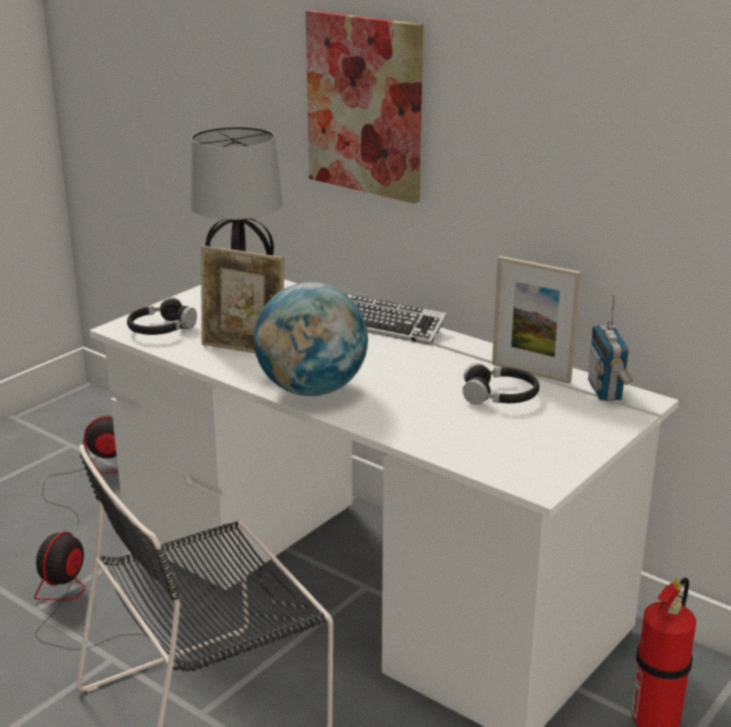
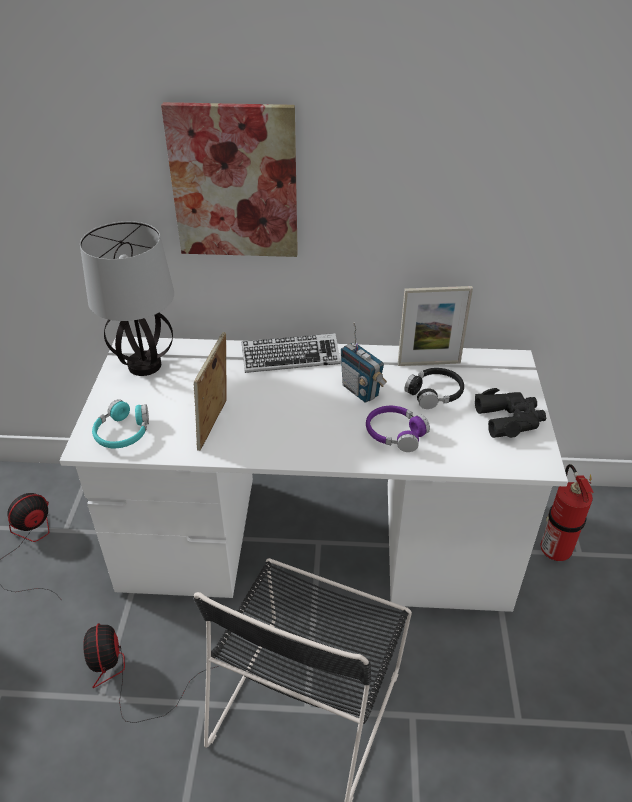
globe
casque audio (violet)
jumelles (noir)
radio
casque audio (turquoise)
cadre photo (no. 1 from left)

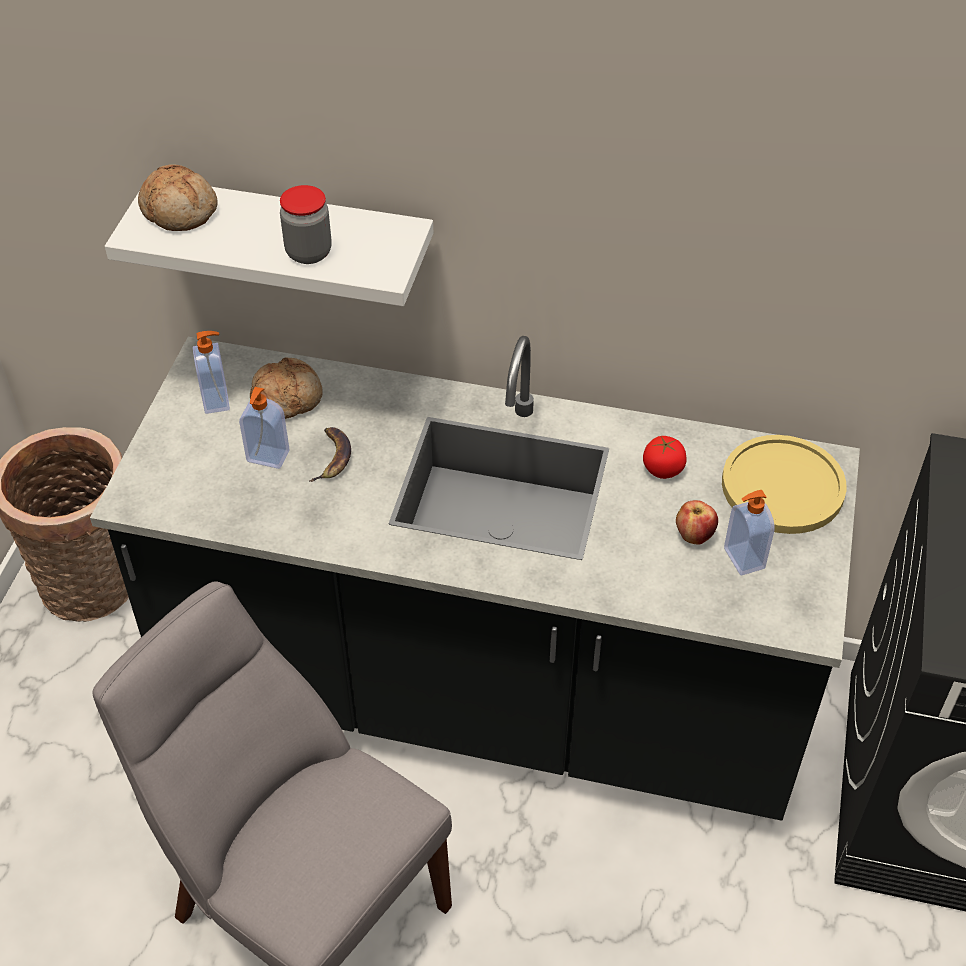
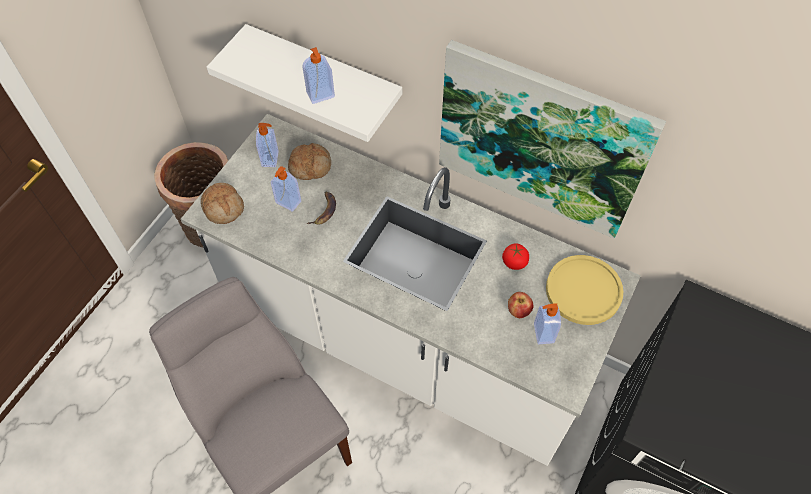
tableau
pain (no. 1 from left)
distributeur de savon (no. 3 from left)
comptoir de cuisine (blanc)

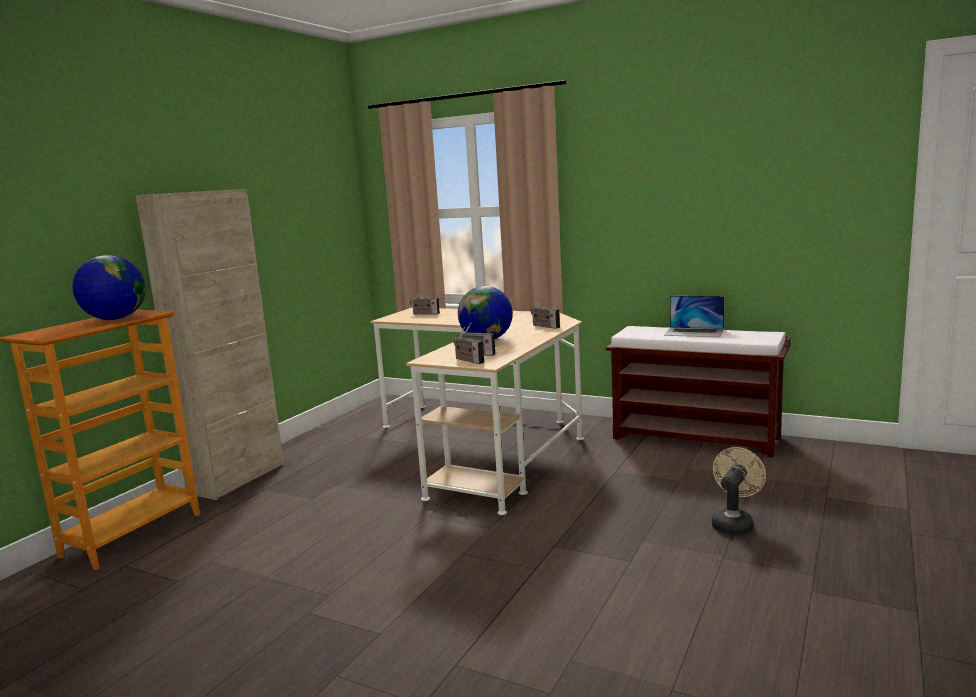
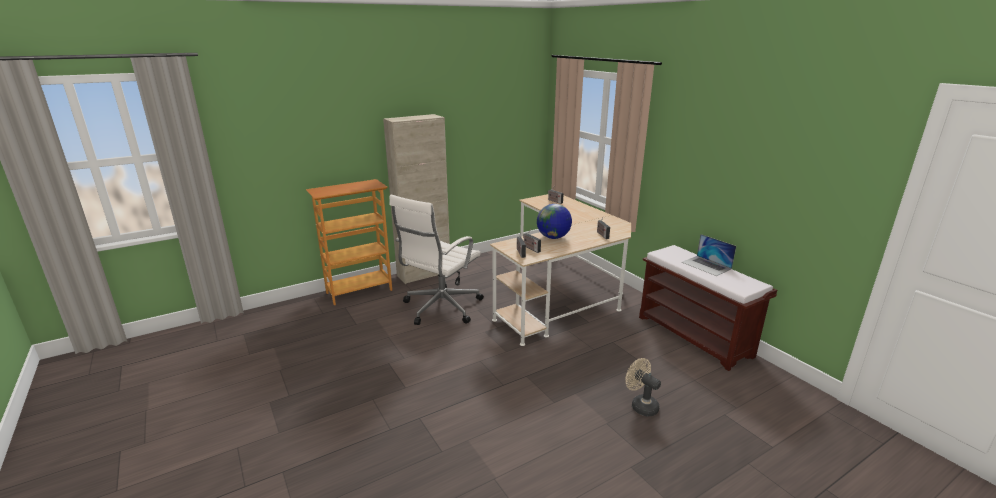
globe (no. 1 from left in the first image)
chaise de bureau (blanc)
ventilateur (beige)

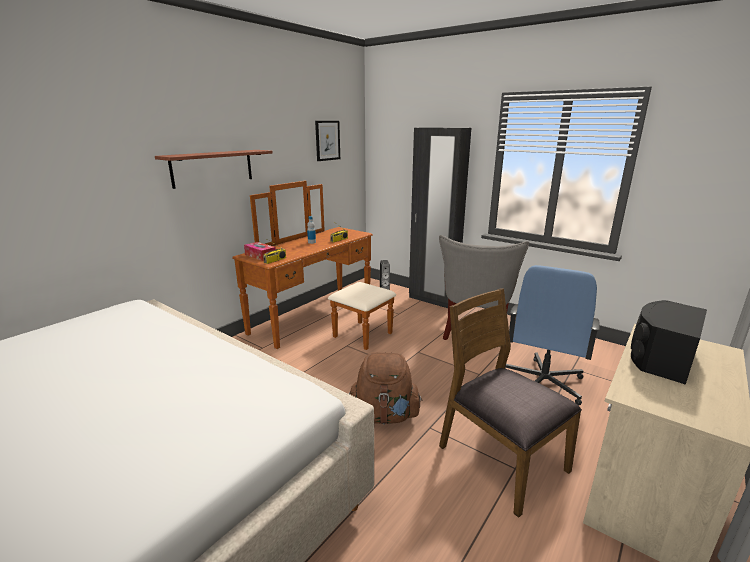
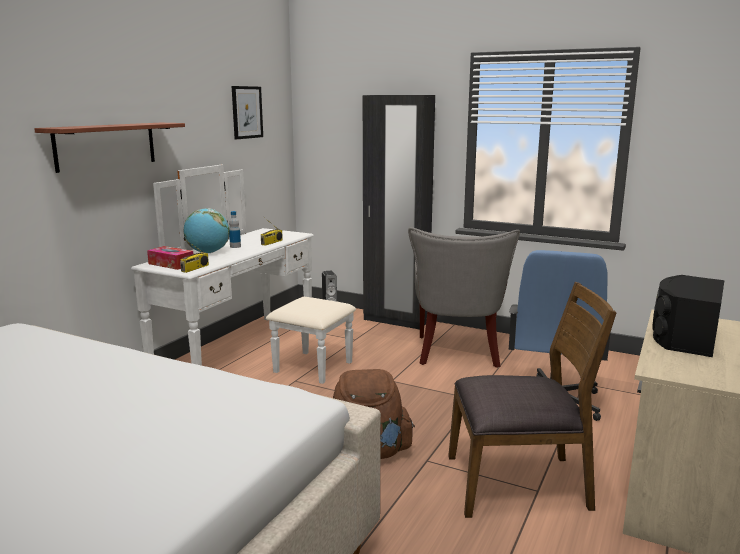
globe
commode (blanc)
chaise (marron)

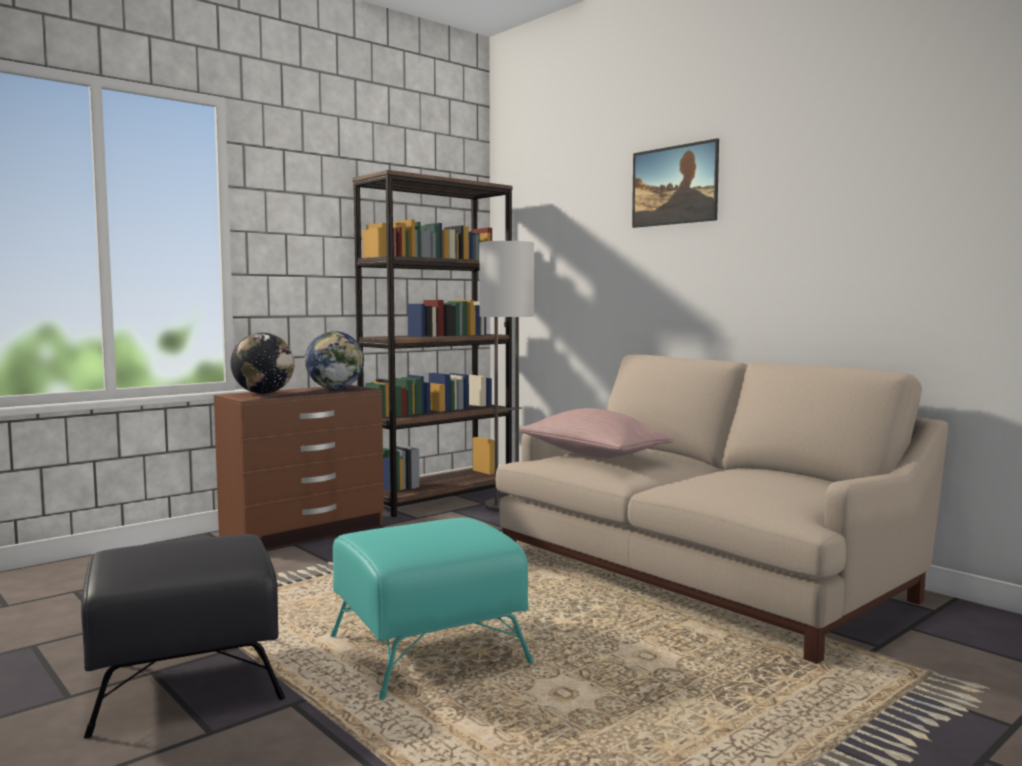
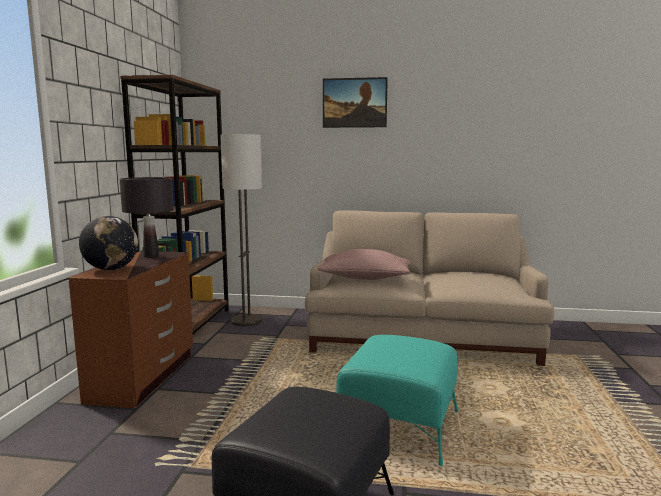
lampe de table (noir)

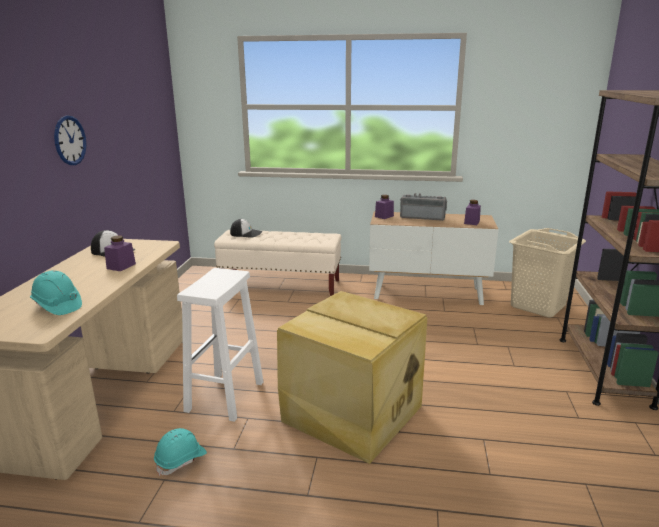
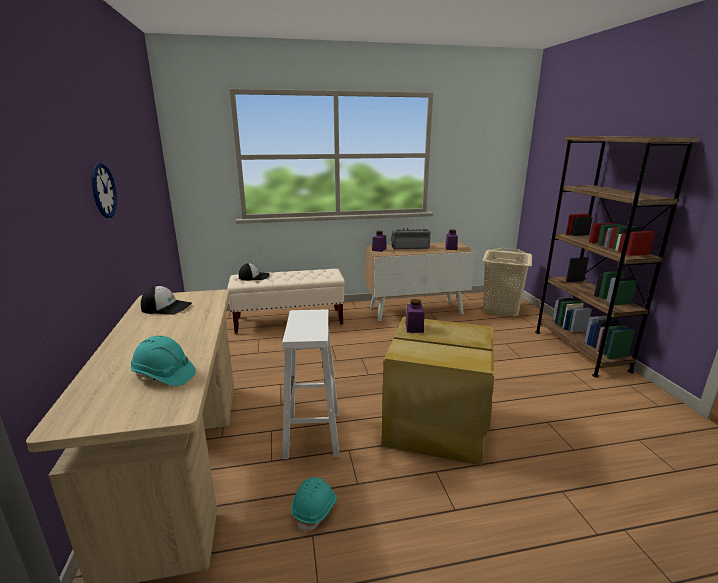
bocal (violet) (no. 2 from left)

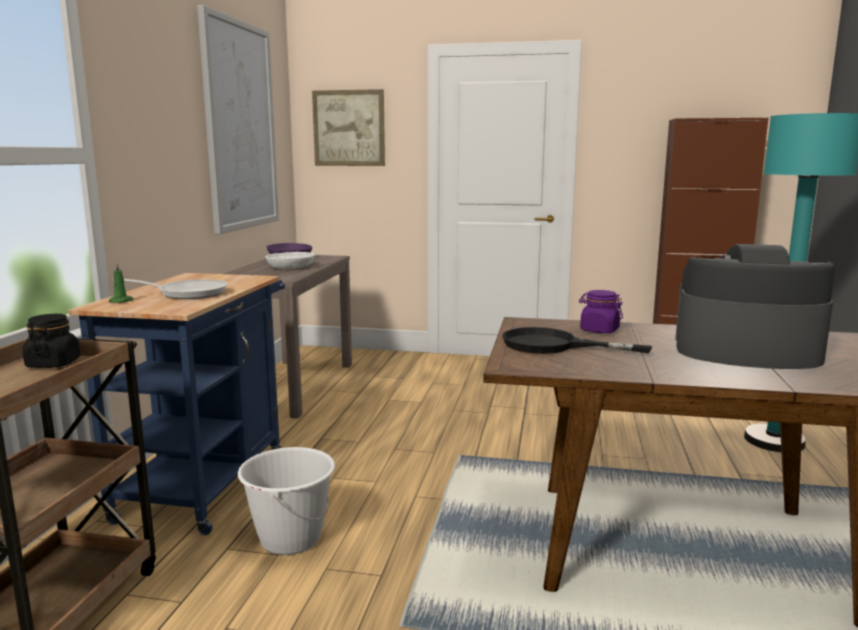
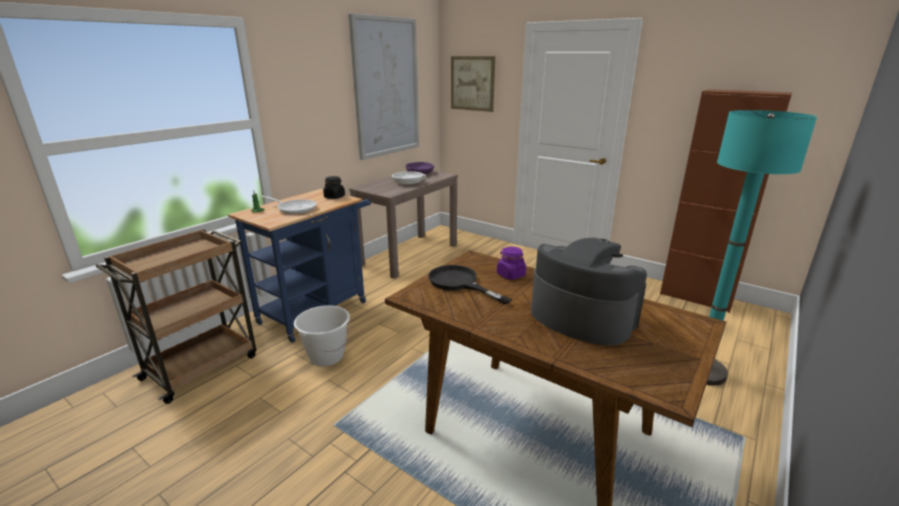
bocal (noir)

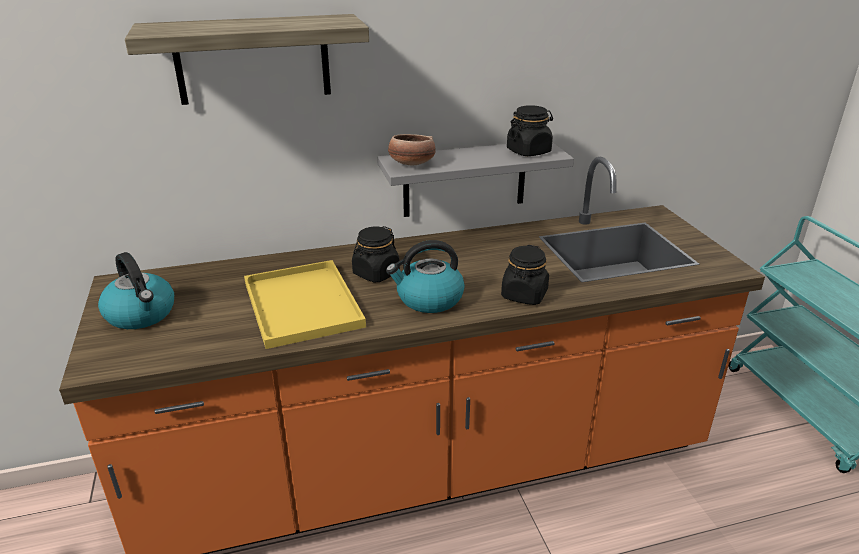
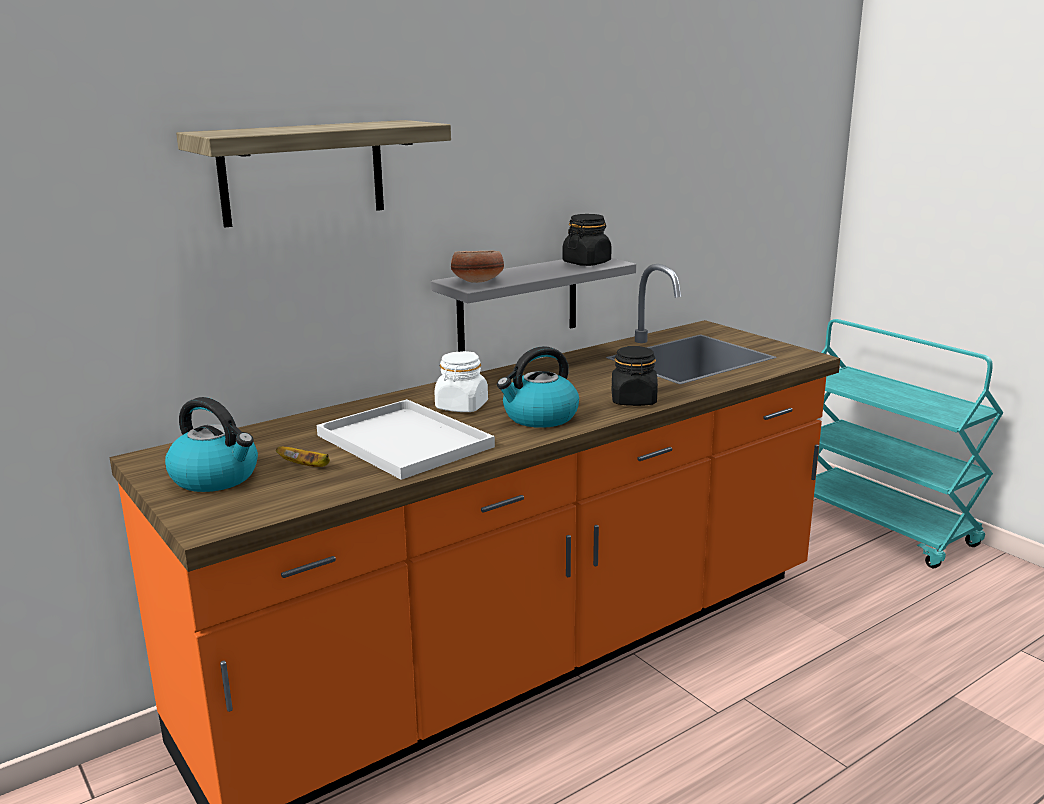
banane
plateau (blanc)
bocal (blanc)

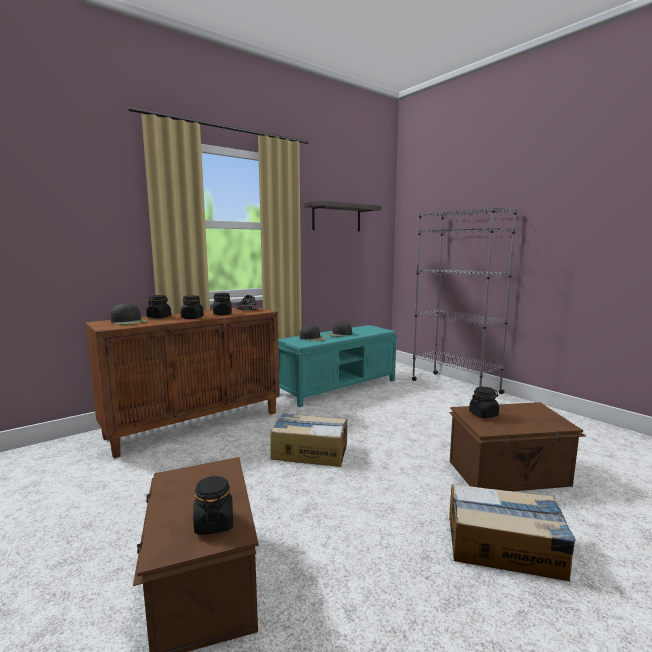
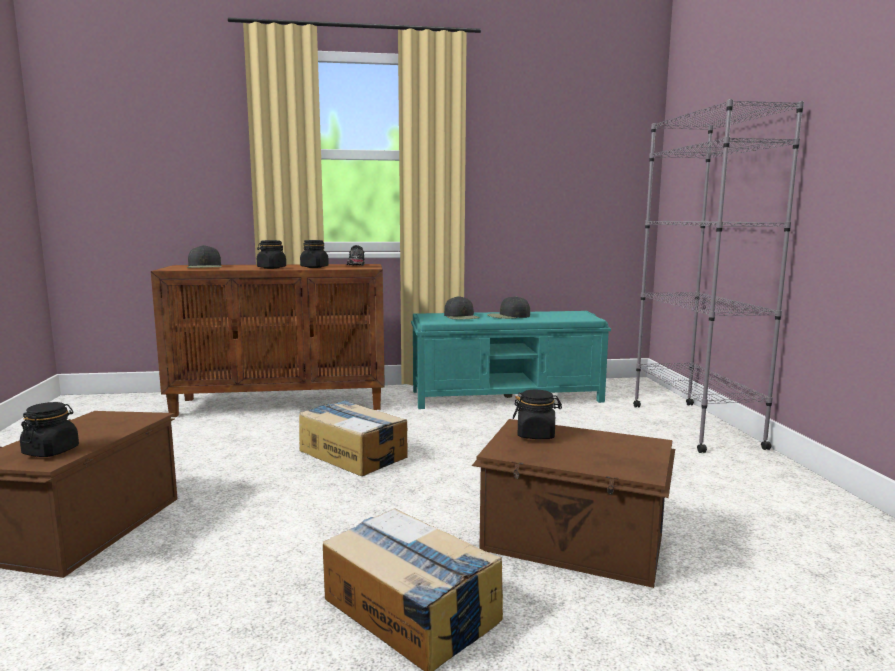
bocal (noir) (no. 1 from left in the first image)
étagère

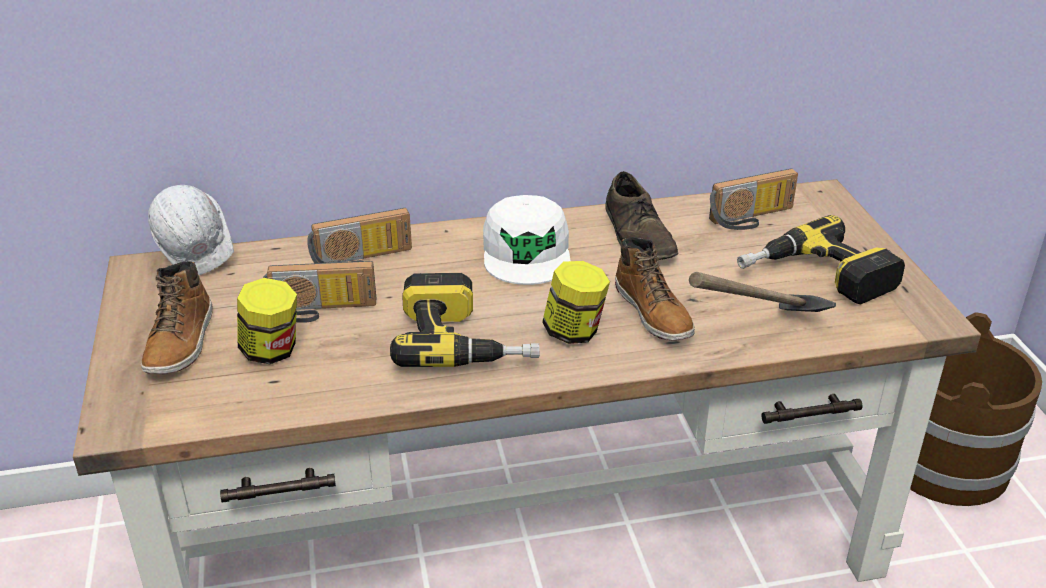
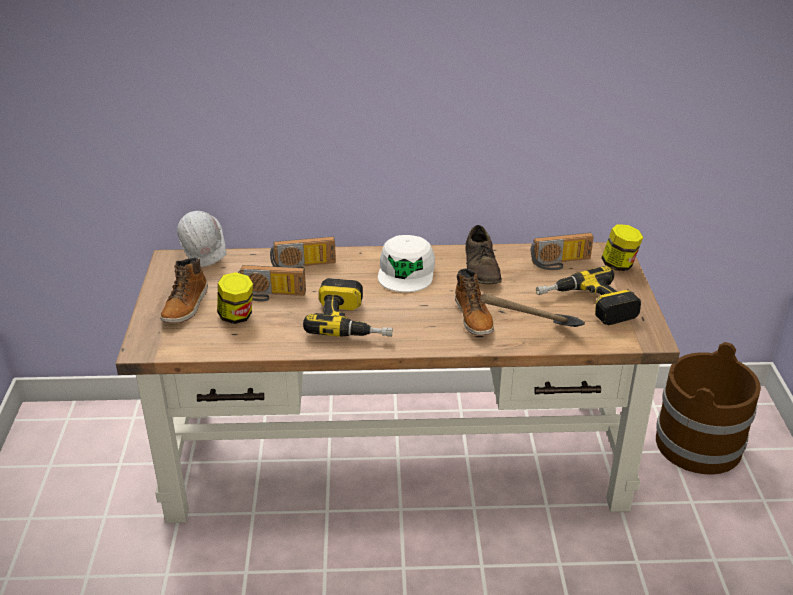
bocal (no. 2 from left)

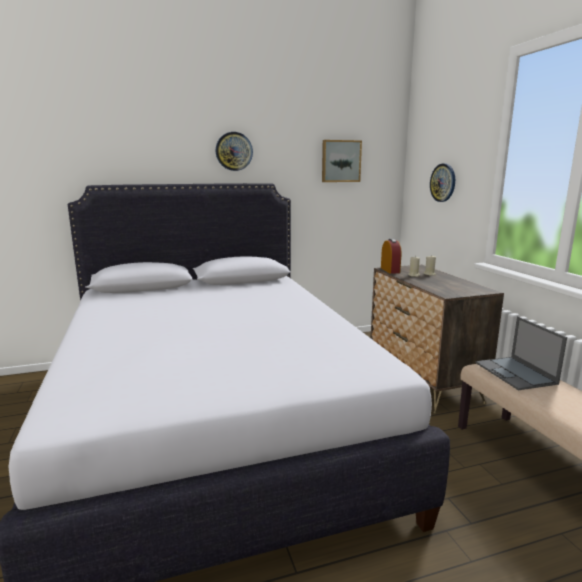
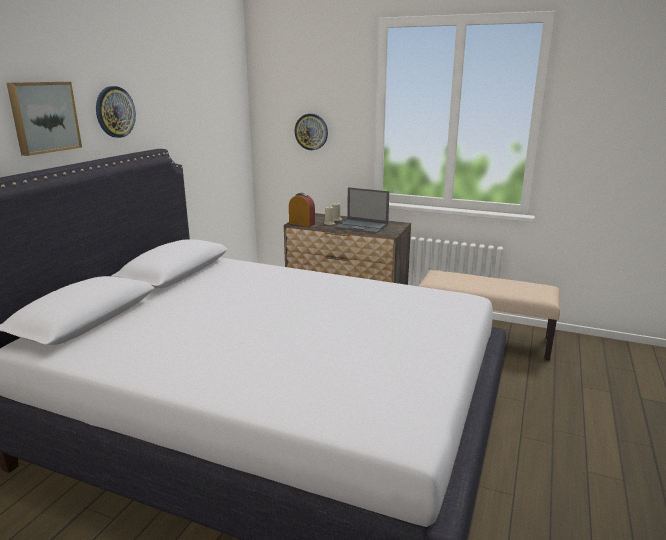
tableau
ordinateur portable

